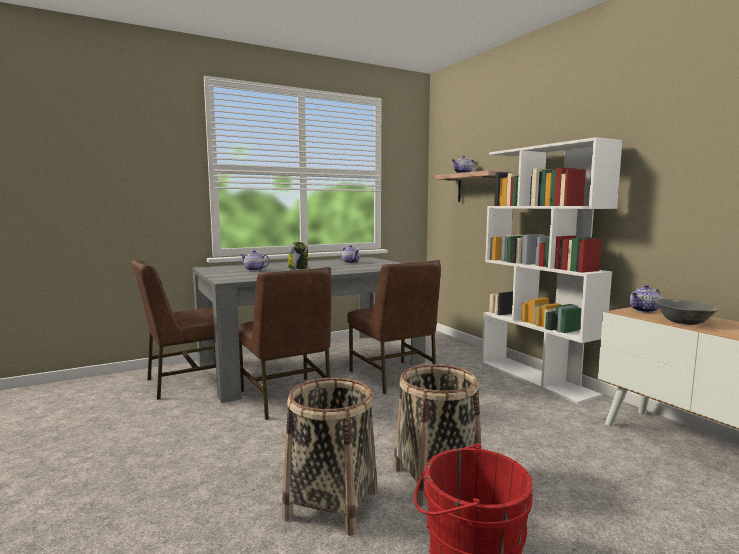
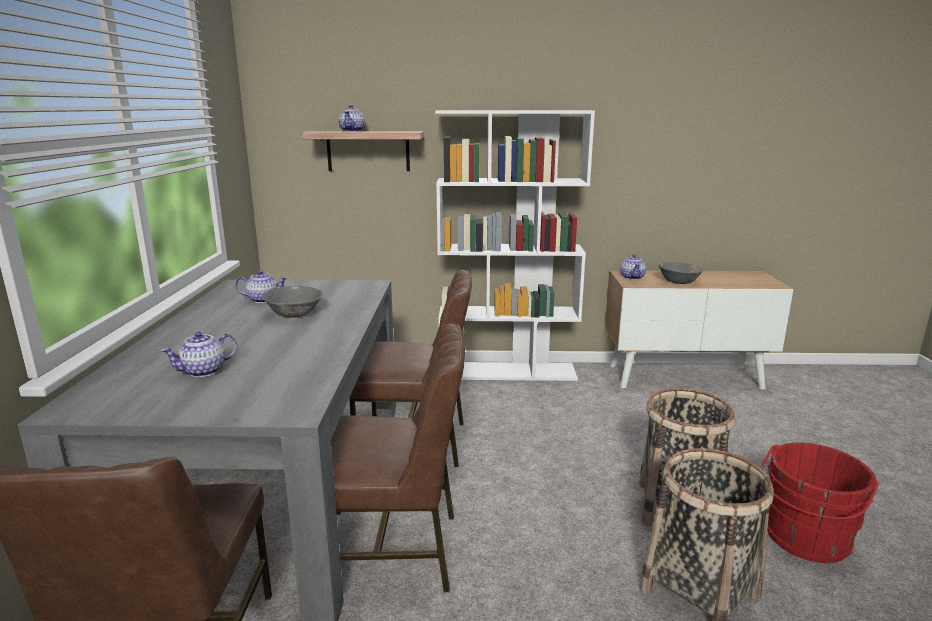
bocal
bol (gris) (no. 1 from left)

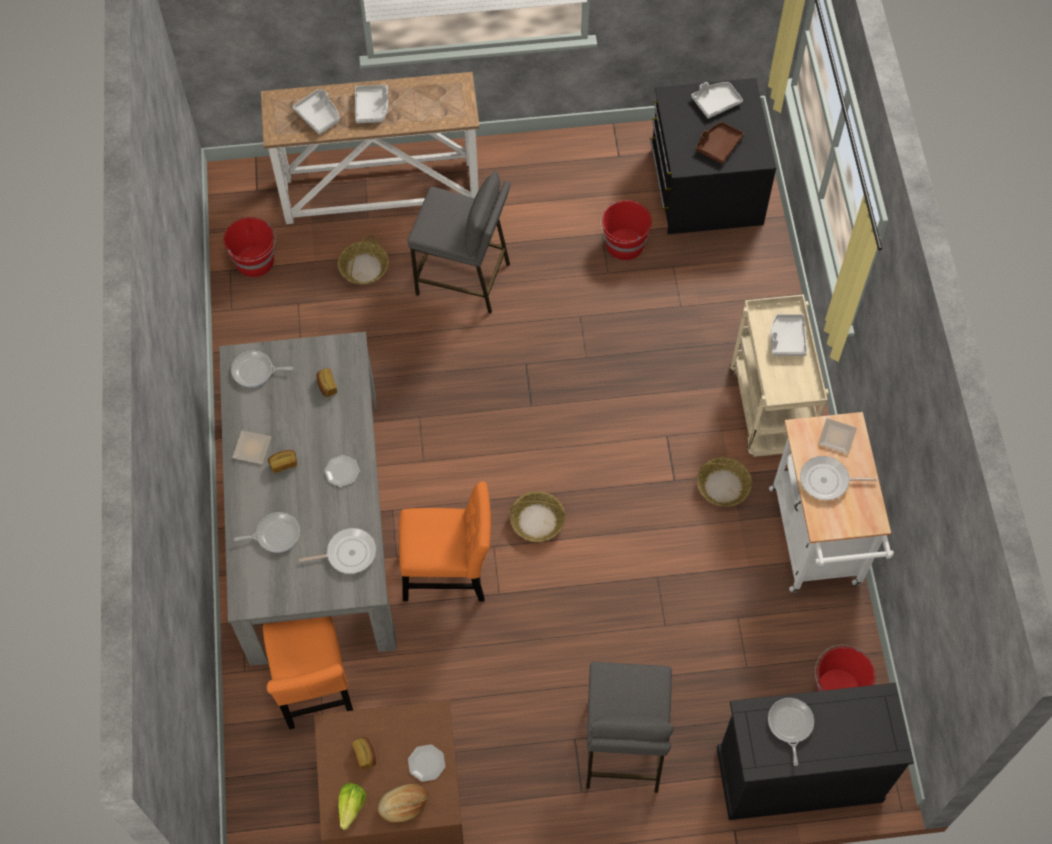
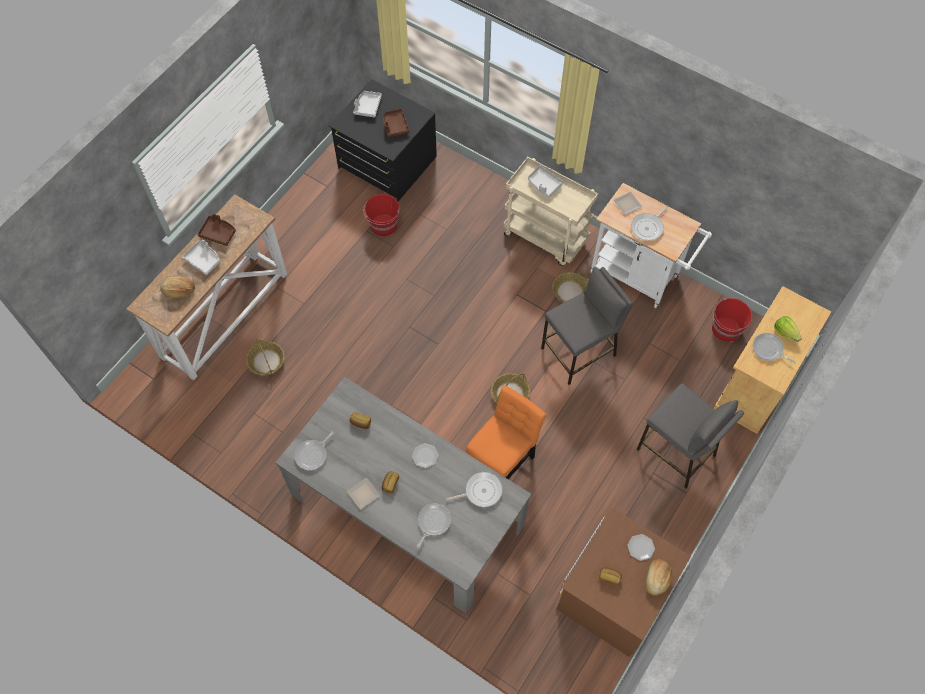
seau (rouge) (no. 1 from left in the first image)
chaise (orange) (no. 1 from left in the first image)
plateau (marron) (no. 1 from left)
laitue
tabouret (gris) (no. 1 from left)
pain (no. 1 from left)
meuble de rangement (beige)
poêle (no. 3 from left)

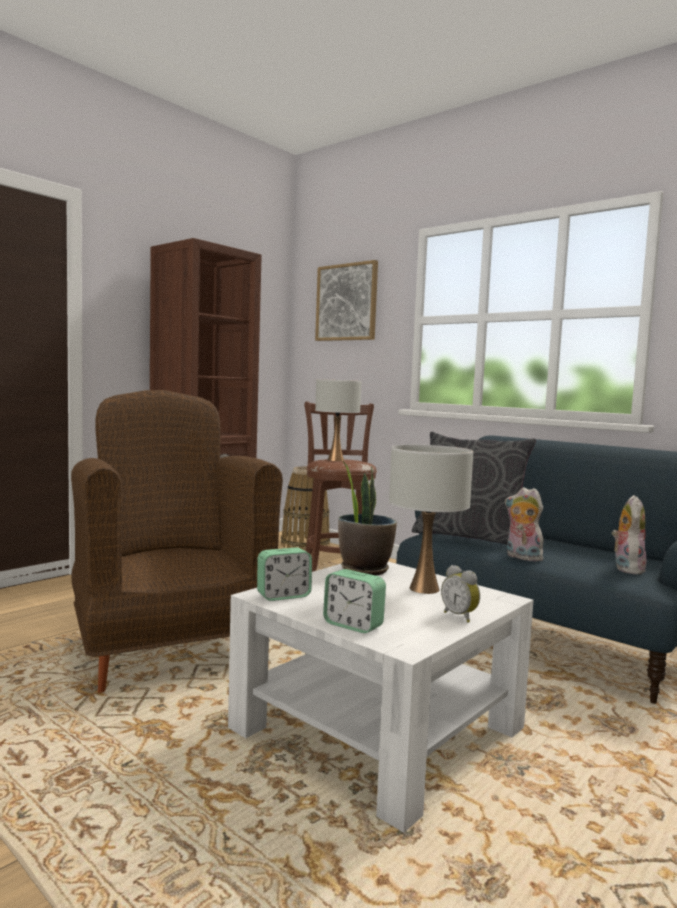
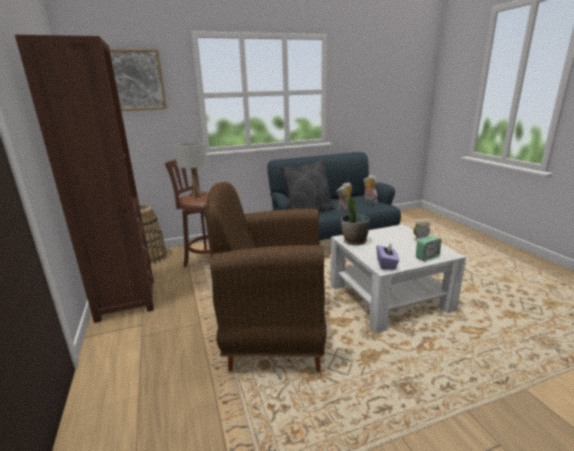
lampe de table (blanc) (no. 2 from left in the first image)
boîte à mouchoirs (violet)

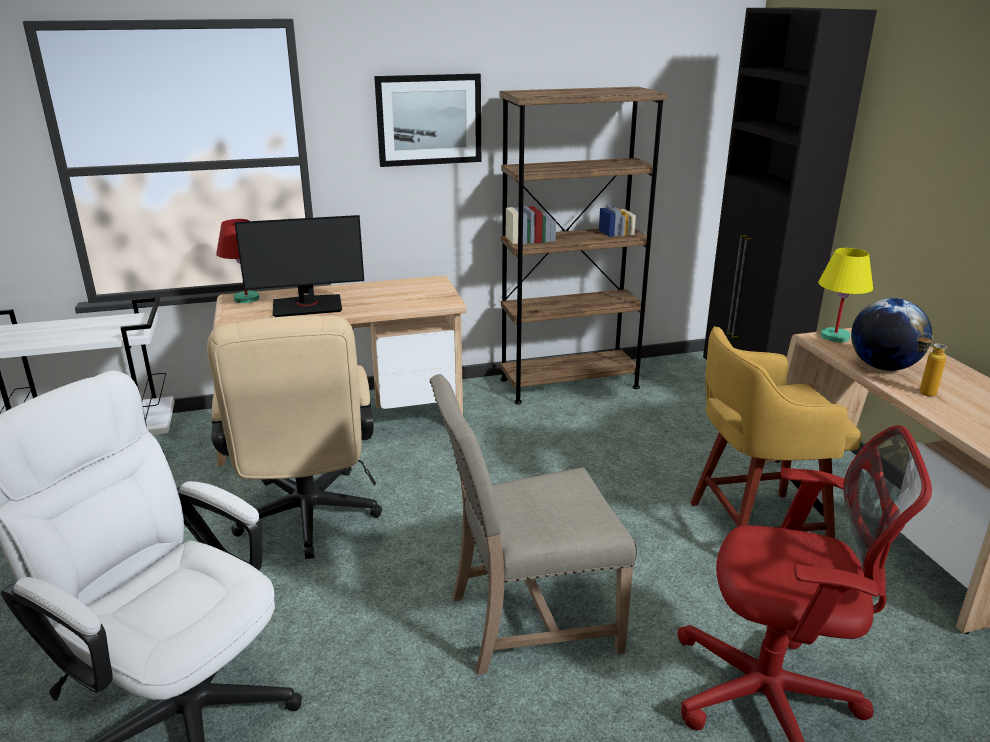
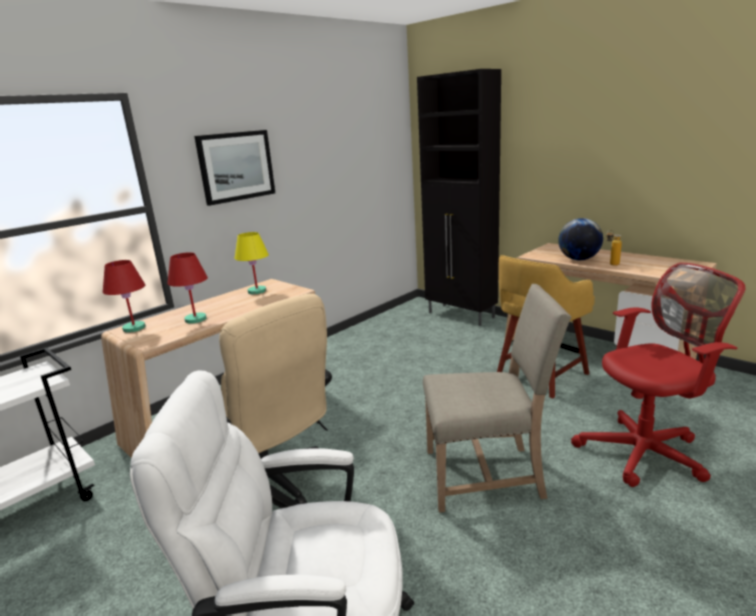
bibliothèque (marron)
lampe de table (jaune)
lampe de table (rouge) (no. 2 from left)
chaise (beige)

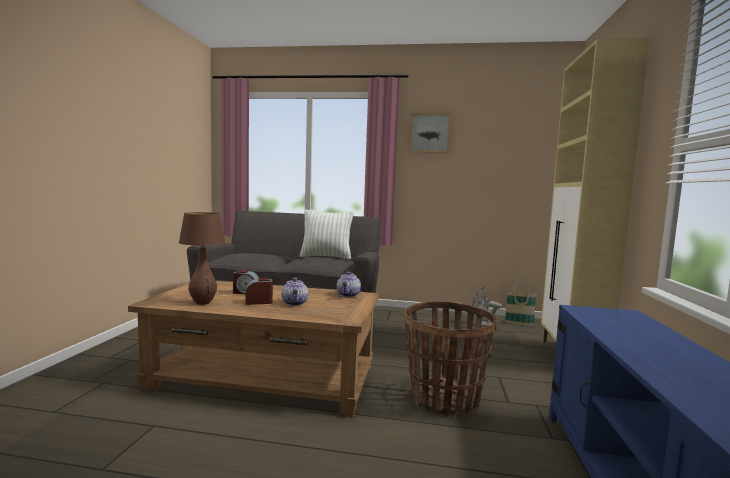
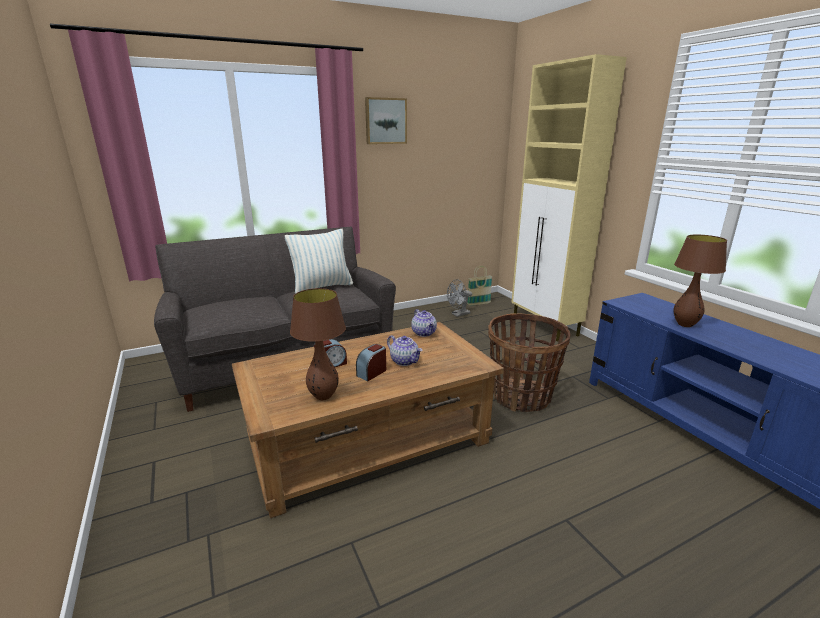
lampe de table (marron) (no. 2 from left)

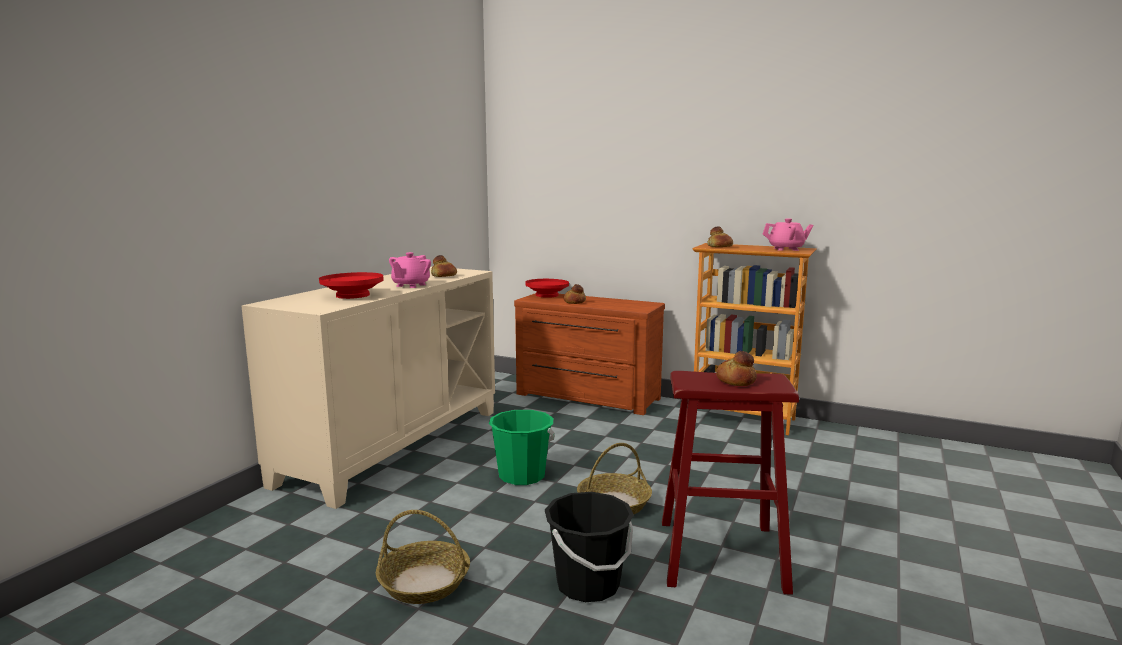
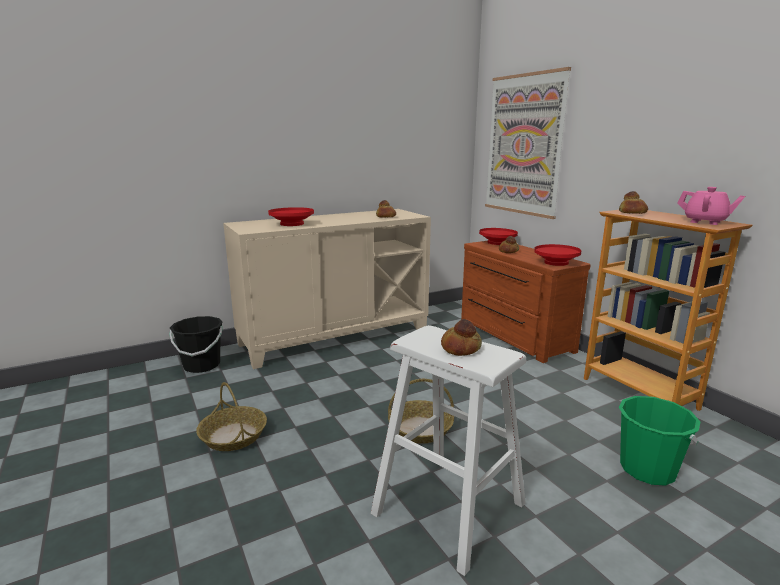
théière (rose) (no. 1 from left in the first image)
tableau
bol (rouge) (no. 3 from left)
seau (vert)
seau (noir)
tabouret (blanc)

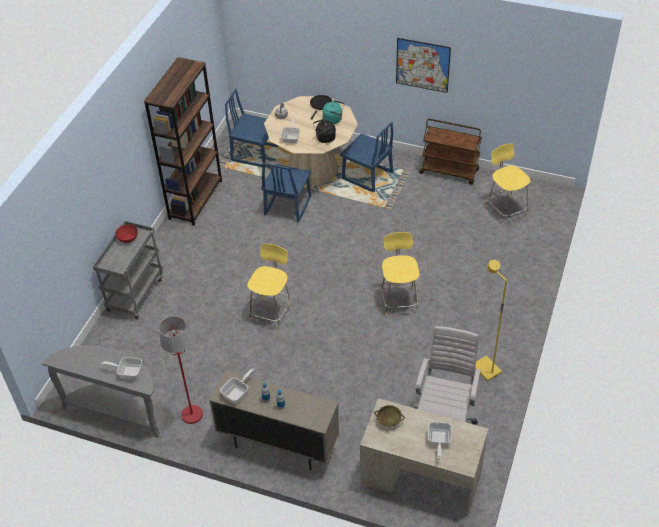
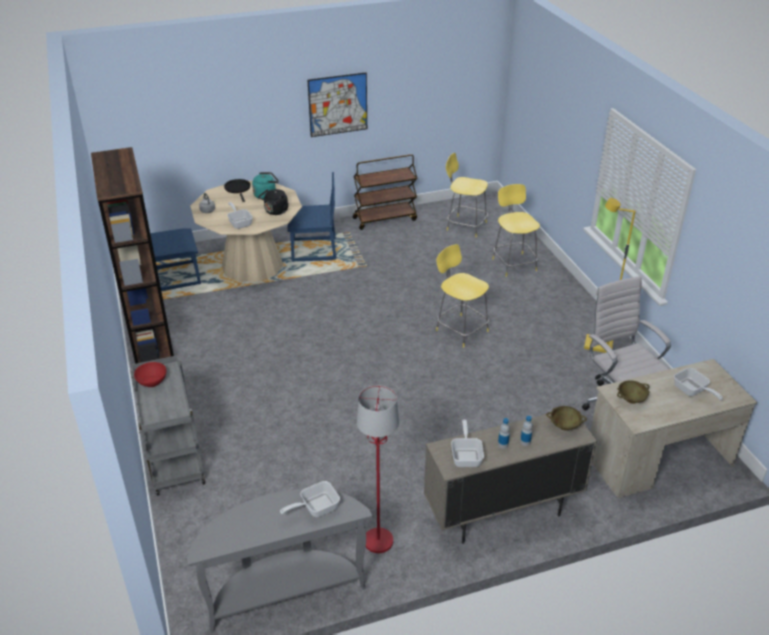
chaise (bleu) (no. 2 from left in the first image)
bol (beige) (no. 1 from left)
tabouret (jaune) (no. 3 from left)

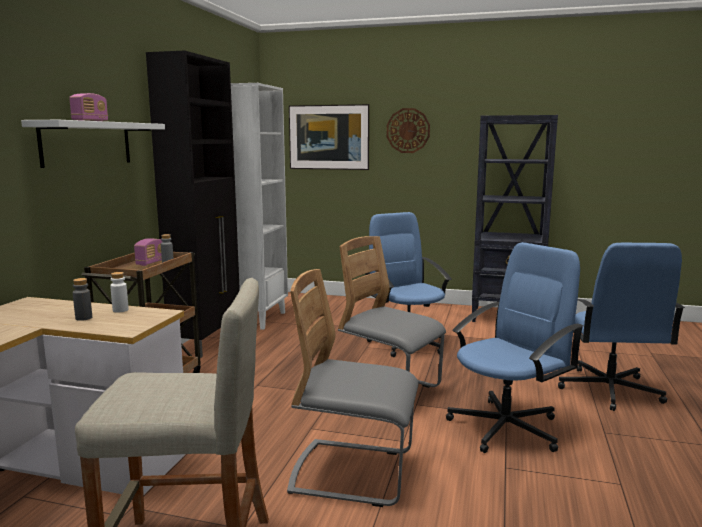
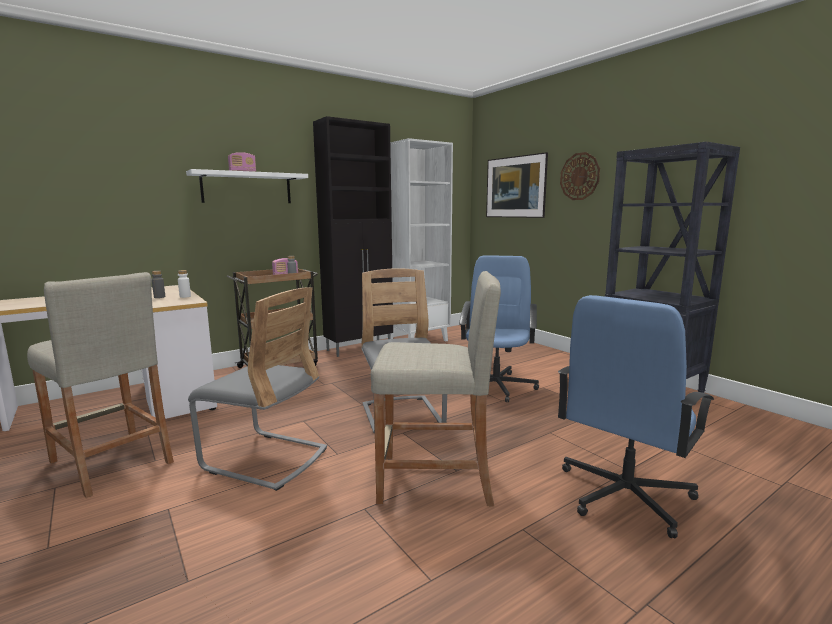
tabouret (beige) (no. 2 from left)
chaise (gris) (no. 1 from left)

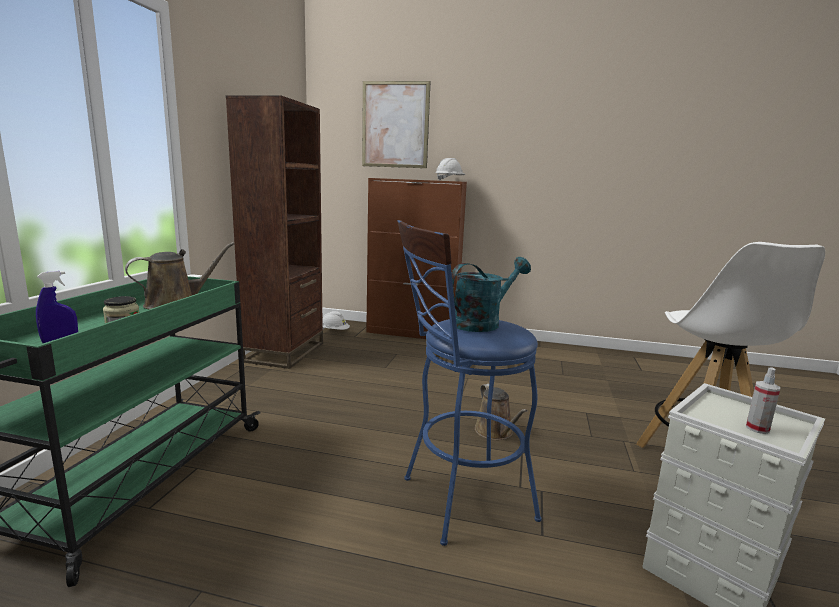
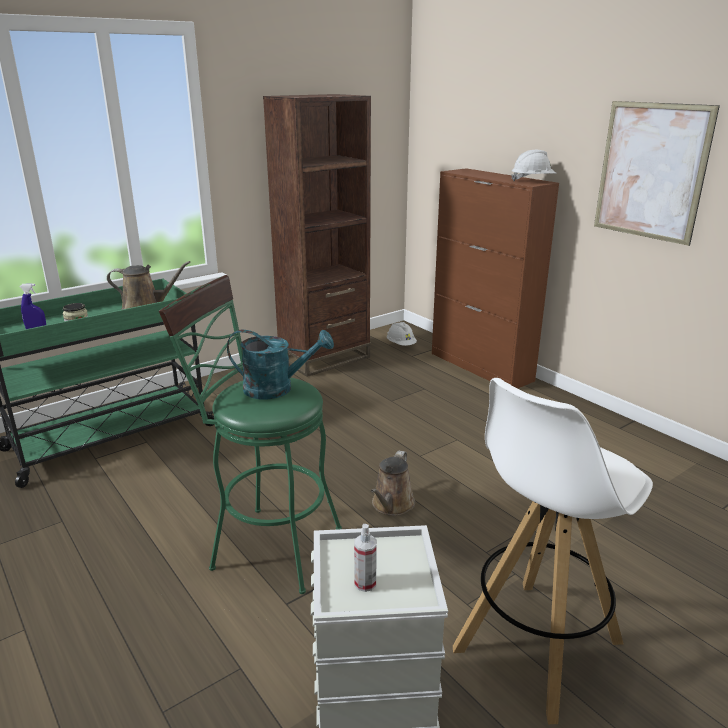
tableau
tabouret (vert)

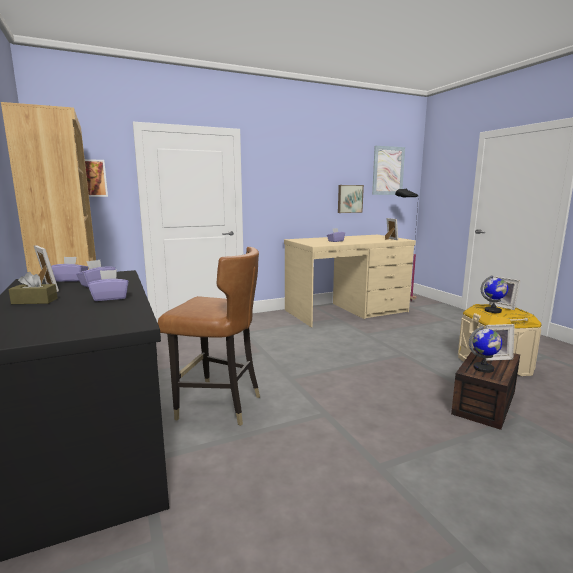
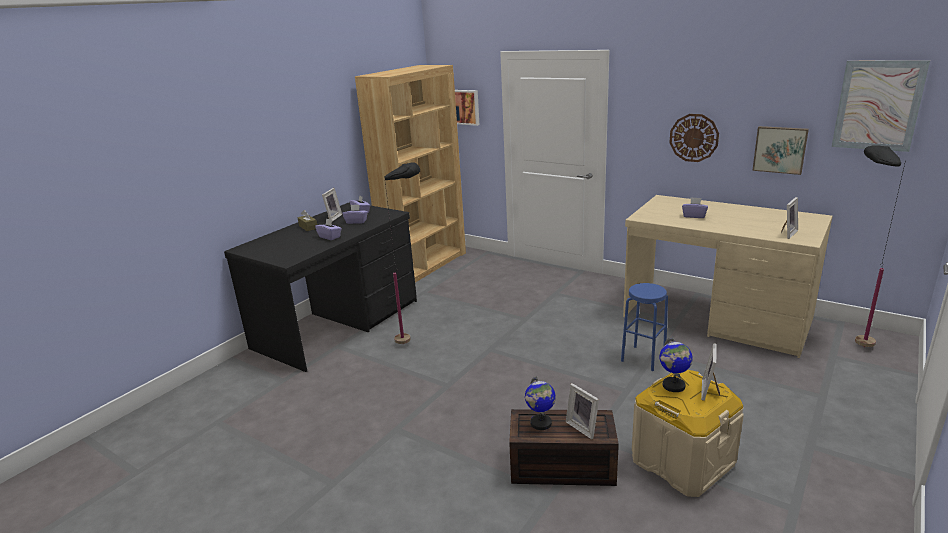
tabouret (bleu)
horloge murale
lampadaire (noir) (no. 1 from left)

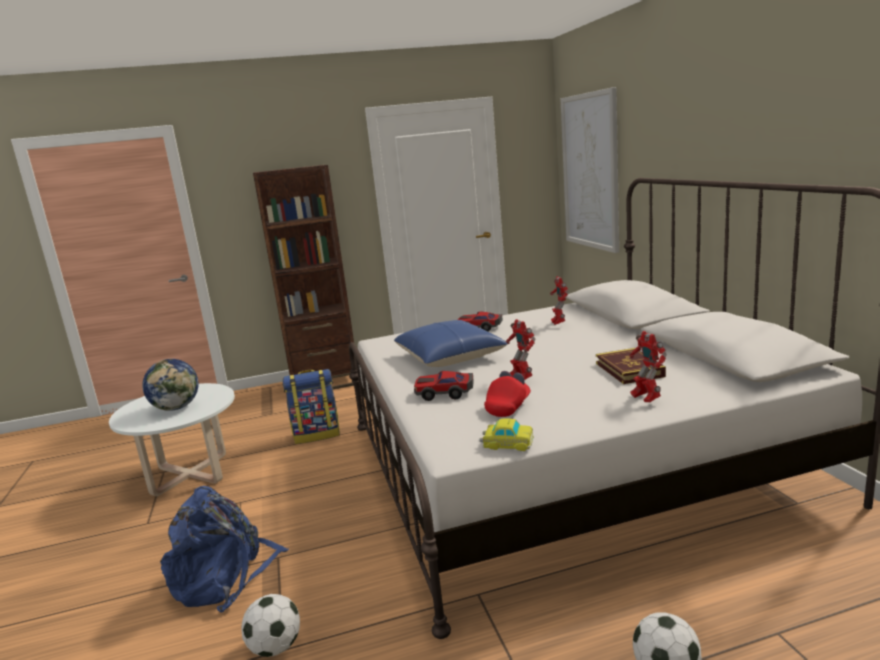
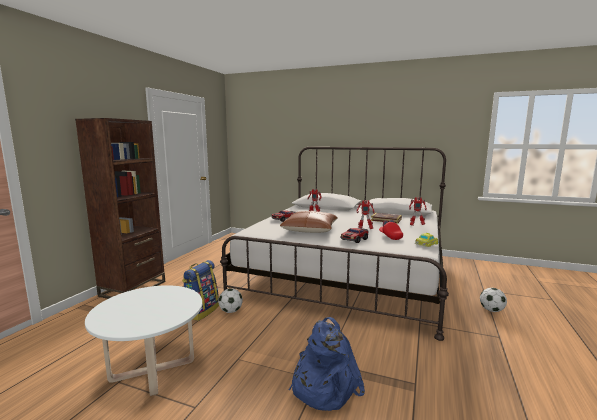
globe
tableau
ballon de foot (no. 1 from left)
coussin (marron)

